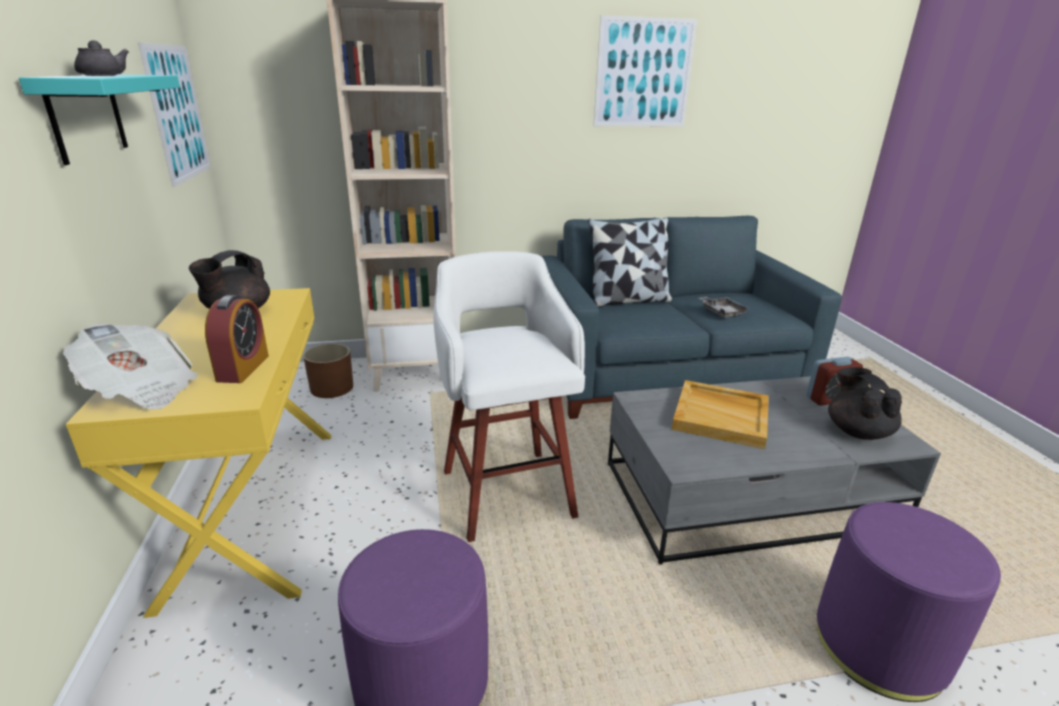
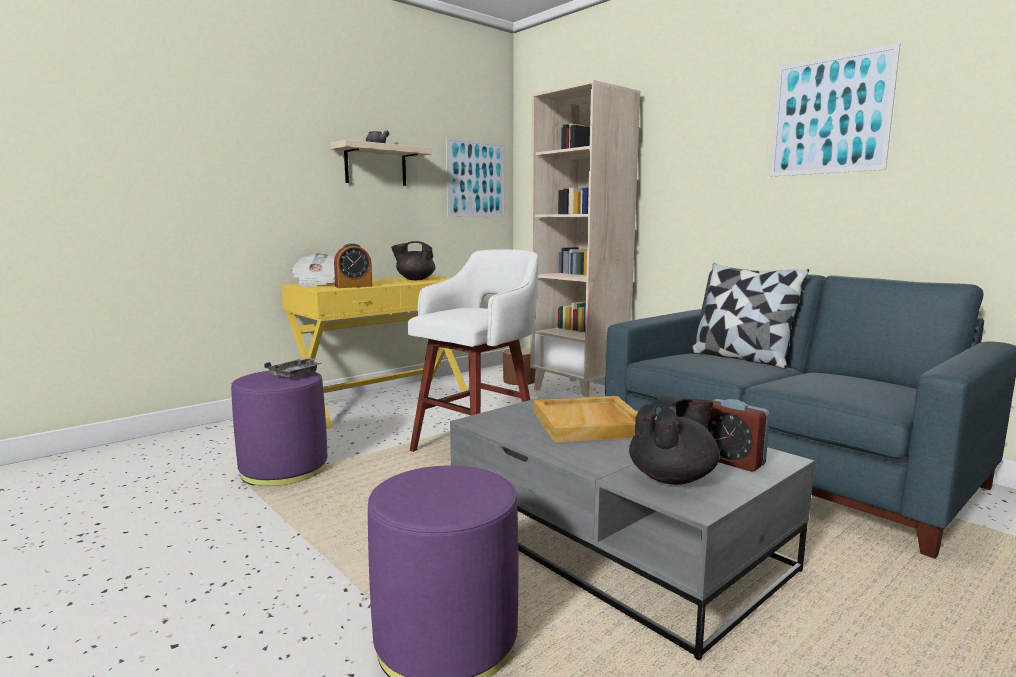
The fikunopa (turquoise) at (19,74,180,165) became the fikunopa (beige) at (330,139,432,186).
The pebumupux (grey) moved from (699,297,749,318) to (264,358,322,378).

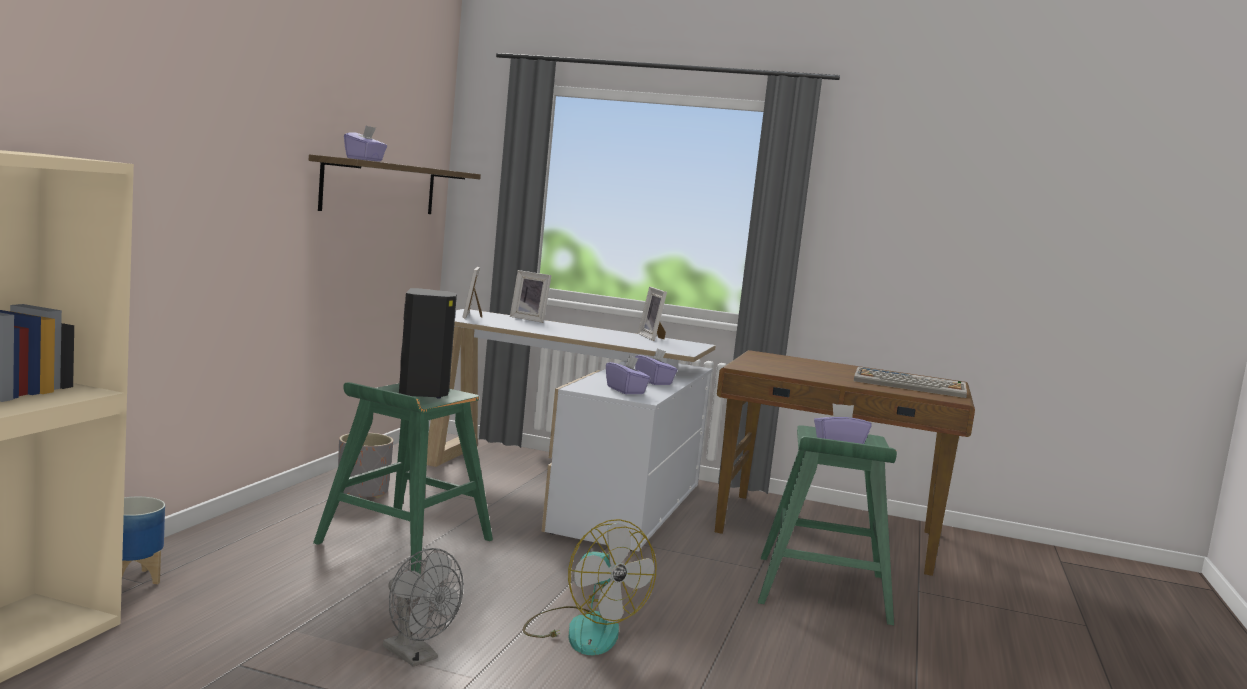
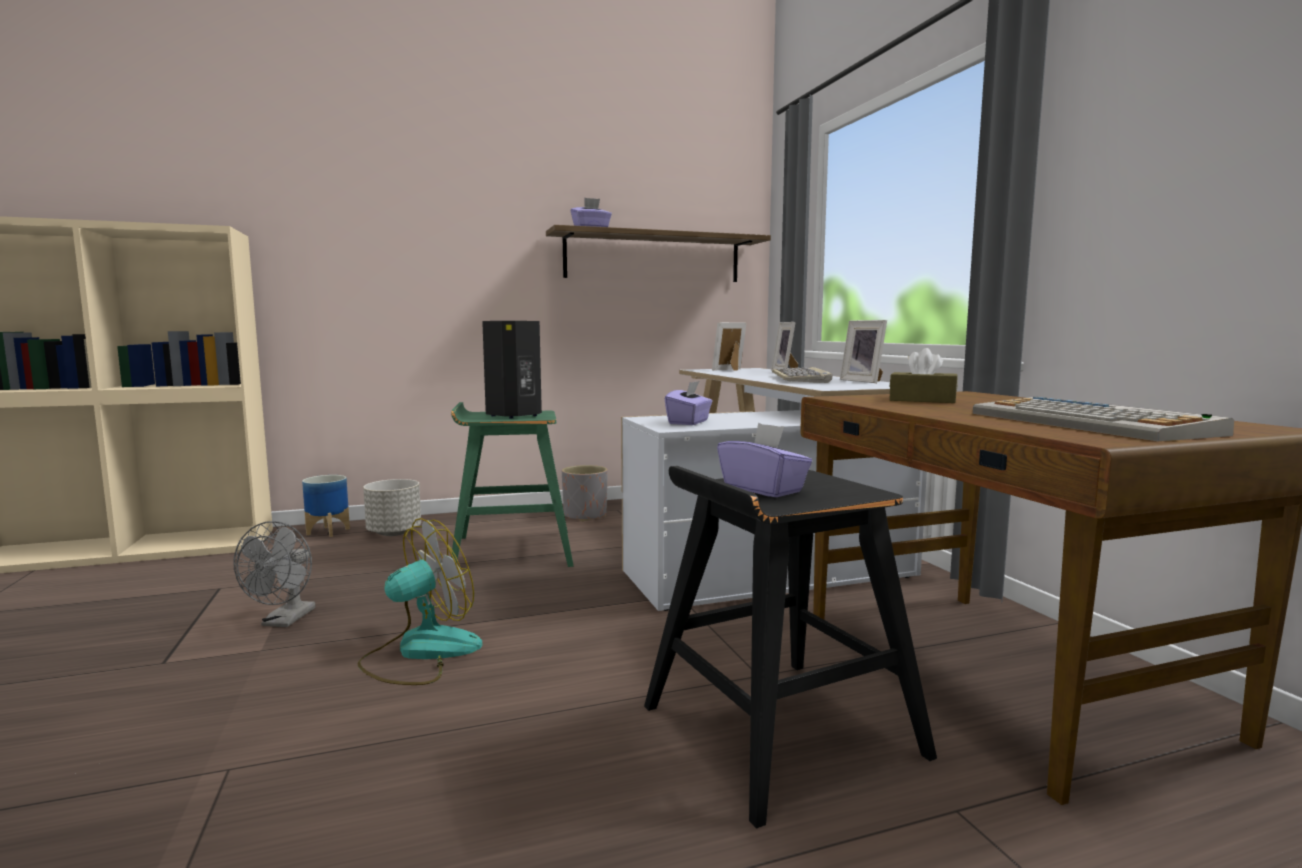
The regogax at (638,287,667,341) turned 60 degrees counterclockwise.
The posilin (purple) at (635,348,678,385) disappeared.
The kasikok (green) at (758,425,897,625) became the kasikok (black) at (644,466,937,829).
The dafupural at (523,519,656,655) turned 150 degrees counterclockwise.
The posilin (brown) at (889,348,958,403) appeared.
The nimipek at (772,367,832,383) appeared.
The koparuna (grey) at (363,479,421,536) appeared.

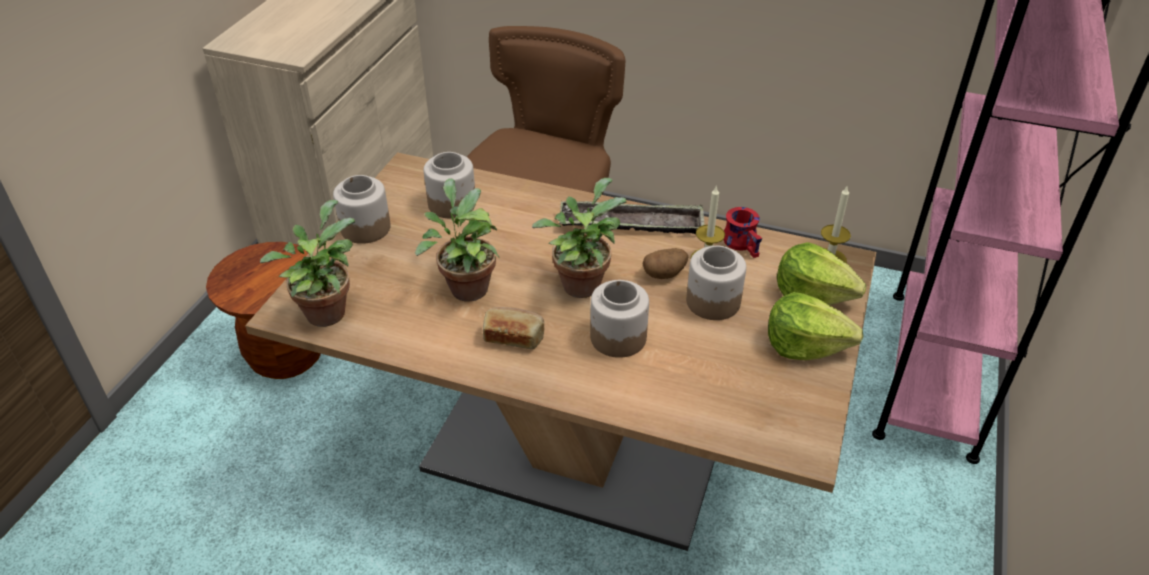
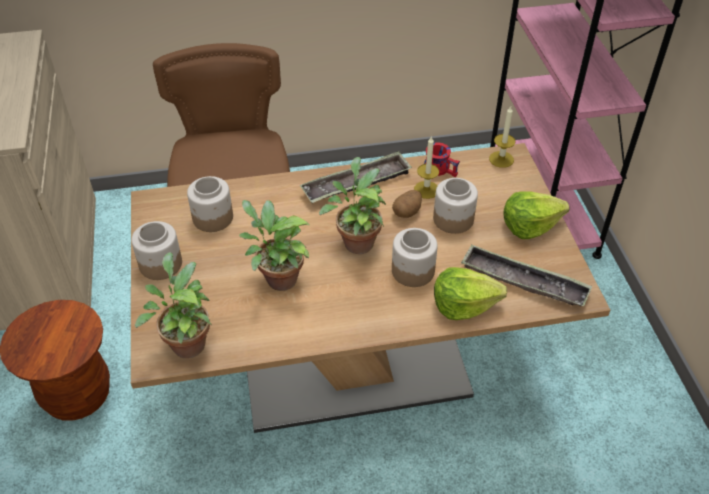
The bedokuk moved from (777,242,866,305) to (434,267,507,320).
The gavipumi at (483,307,544,350) disappeared.
The pebumupux at (461,244,592,306) appeared.

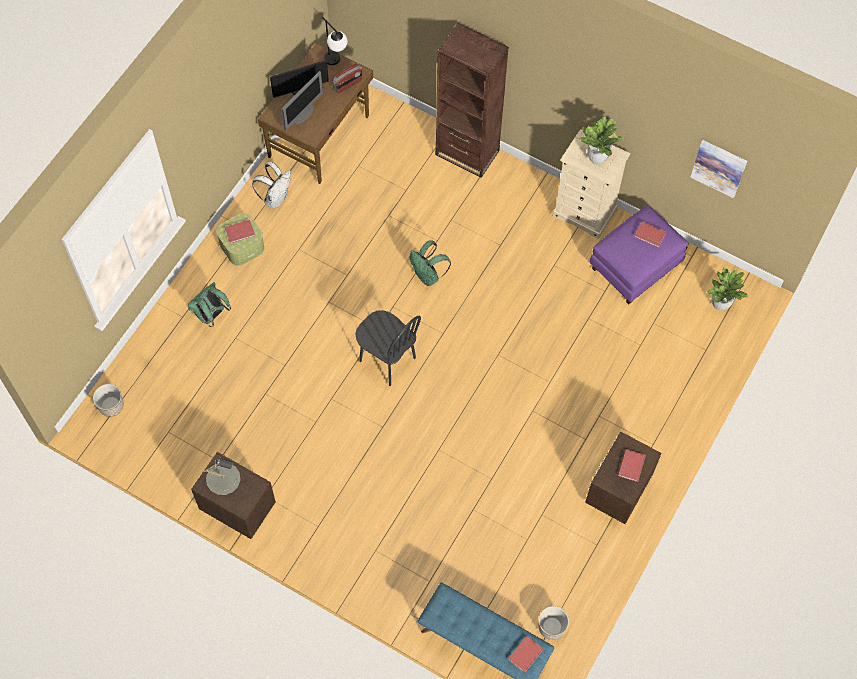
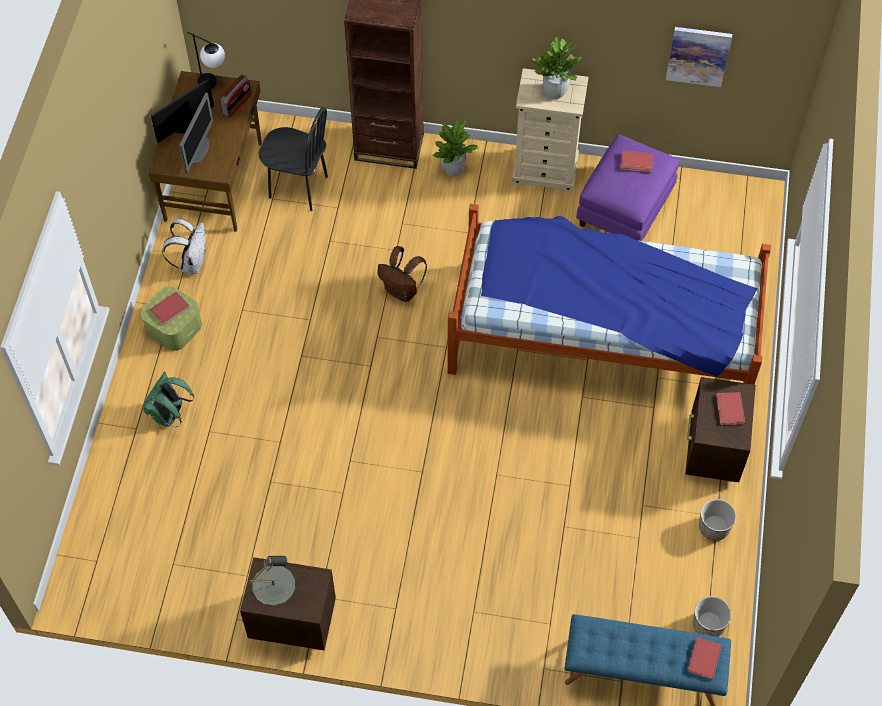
The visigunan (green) at (410,240,451,286) became the visigunan (brown) at (377,246,427,302).
The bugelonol moved from (706,267,748,311) to (433,121,479,177).
The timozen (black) moved from (355,311,421,386) to (258,106,328,211).
The koparuna moved from (93,384,124,417) to (699,499,736,541).
The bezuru at (447,204,771,385) appeared.

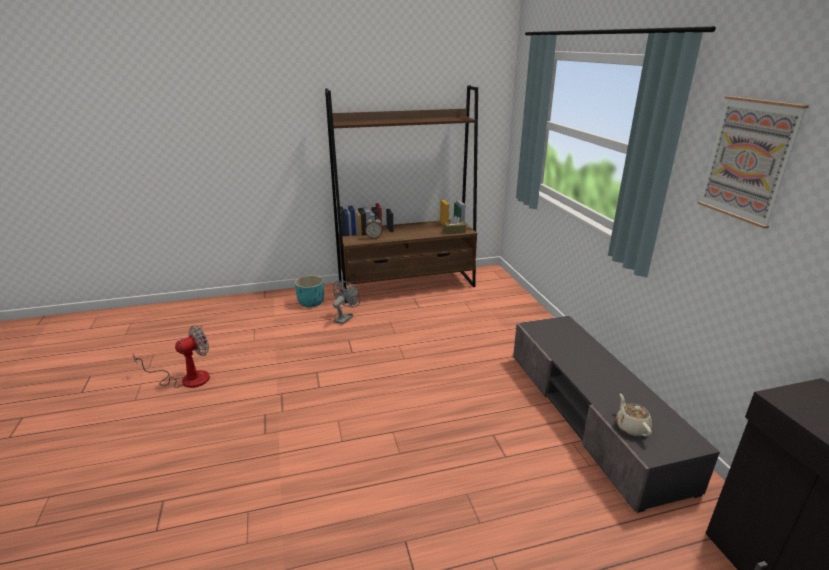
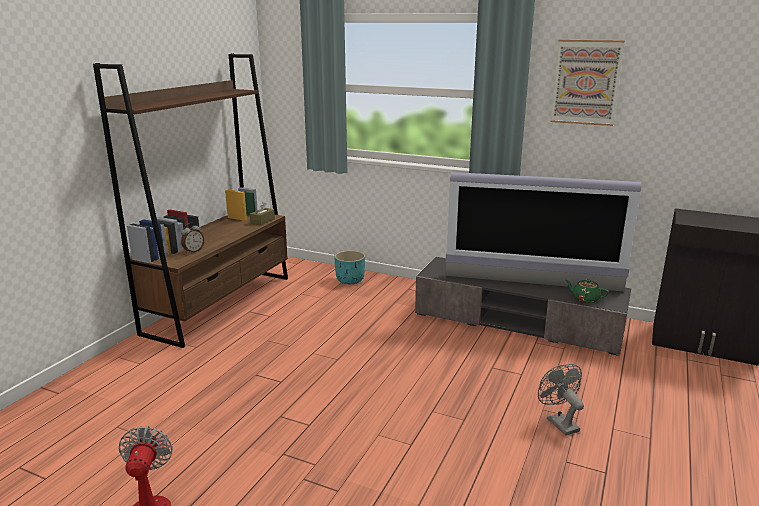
The koparuna (turquoise) moved from (295,275,324,307) to (334,250,365,284).
The dafupural (grey) moved from (333,280,360,325) to (538,364,584,436).
The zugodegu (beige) at (616,394,652,437) became the zugodegu (green) at (566,279,609,303).
The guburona at (446,172,641,291) appeared.

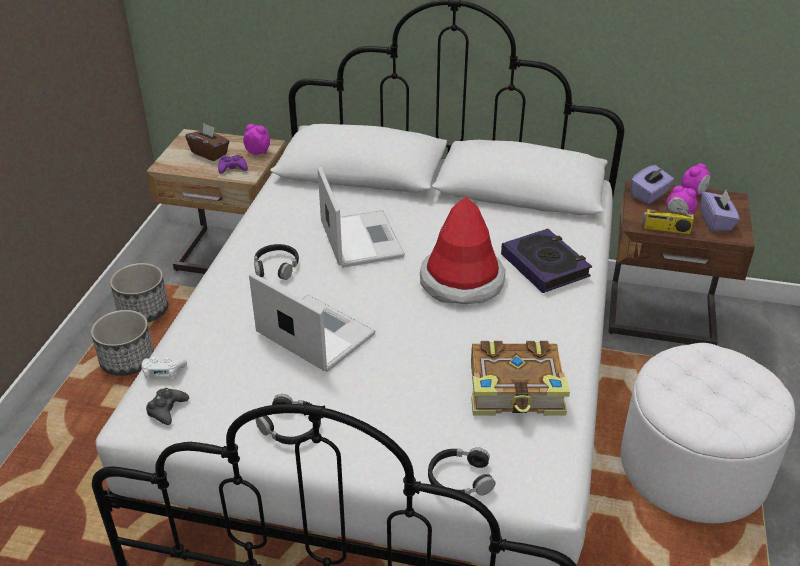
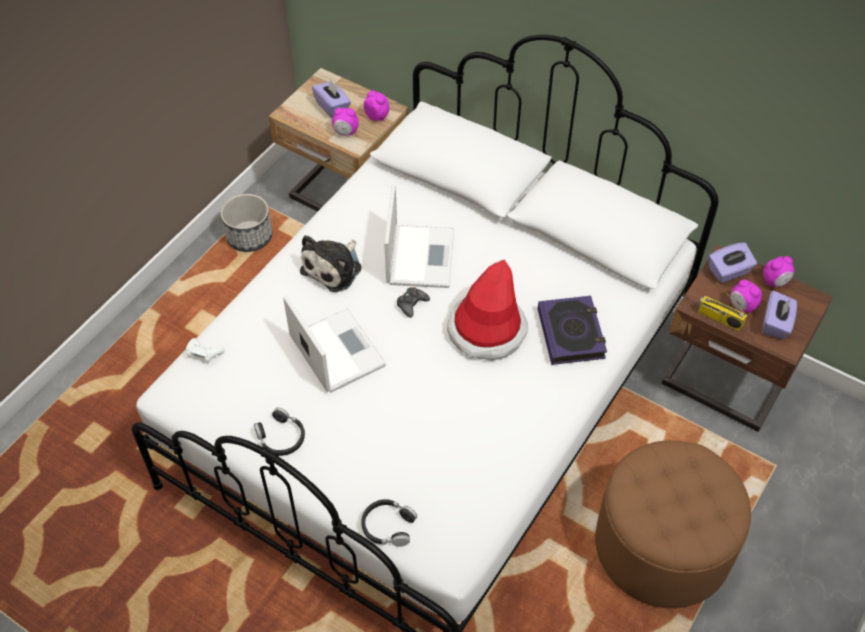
The posilin (brown) at (185,123,230,161) became the posilin (purple) at (312,79,351,118).
The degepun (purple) at (218,155,248,174) was replaced by the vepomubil at (332,108,359,136).
The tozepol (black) at (254,244,299,280) was replaced by the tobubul at (300,235,362,292).
The koparuna at (91,310,154,376) disappeared.
The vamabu at (471,341,570,415) disappeared.
The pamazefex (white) at (621,343,795,523) became the pamazefex (brown) at (595,440,751,608).
The degepun (black) moved from (146,388,189,425) to (397,287,430,318).

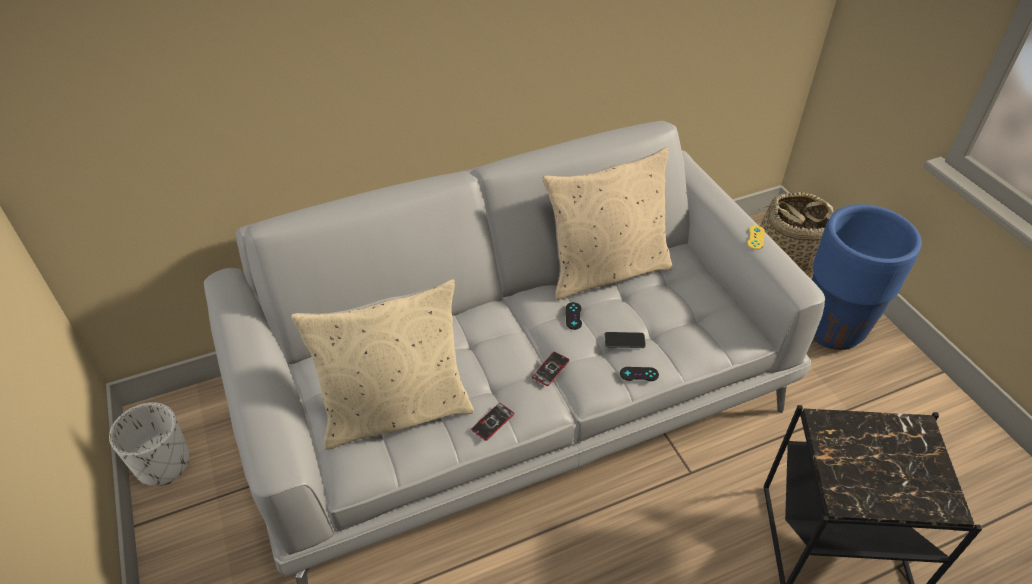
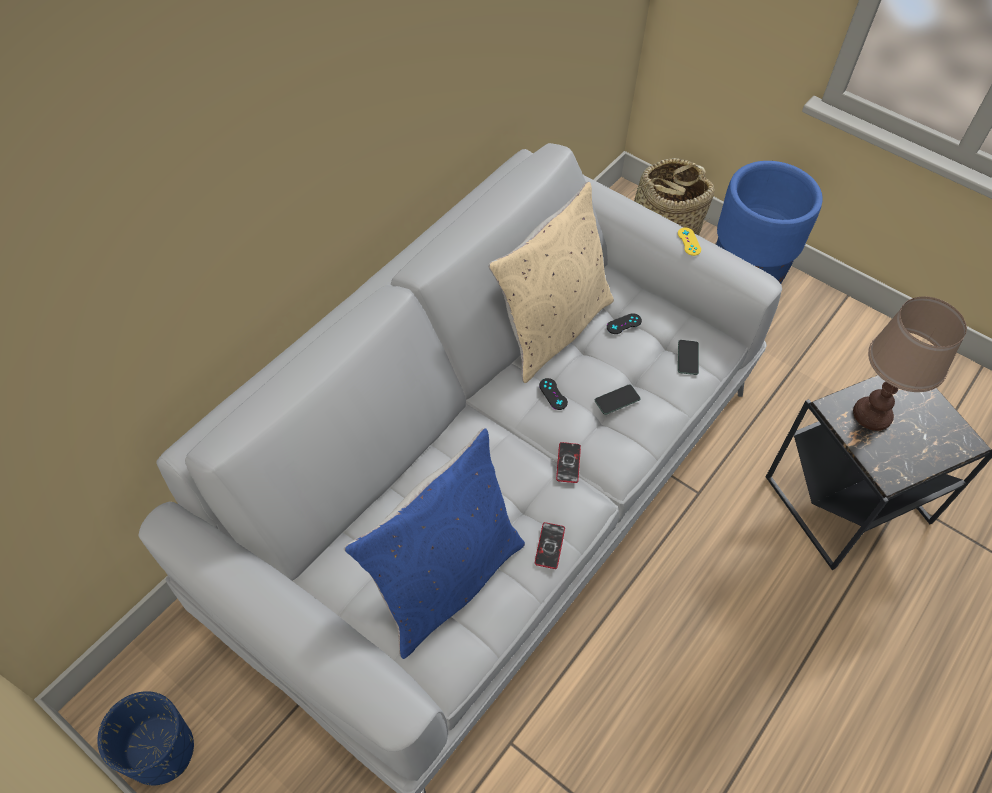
The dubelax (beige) at (291,279,474,450) became the dubelax (blue) at (344,428,525,659).
The degepun (black) moved from (620,367,659,381) to (607,313,642,334).
The koparuna (white) at (109,402,190,486) became the koparuna (blue) at (97,691,194,785).
The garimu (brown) at (853,296,967,431) appeared.
The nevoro at (678,340,699,375) appeared.

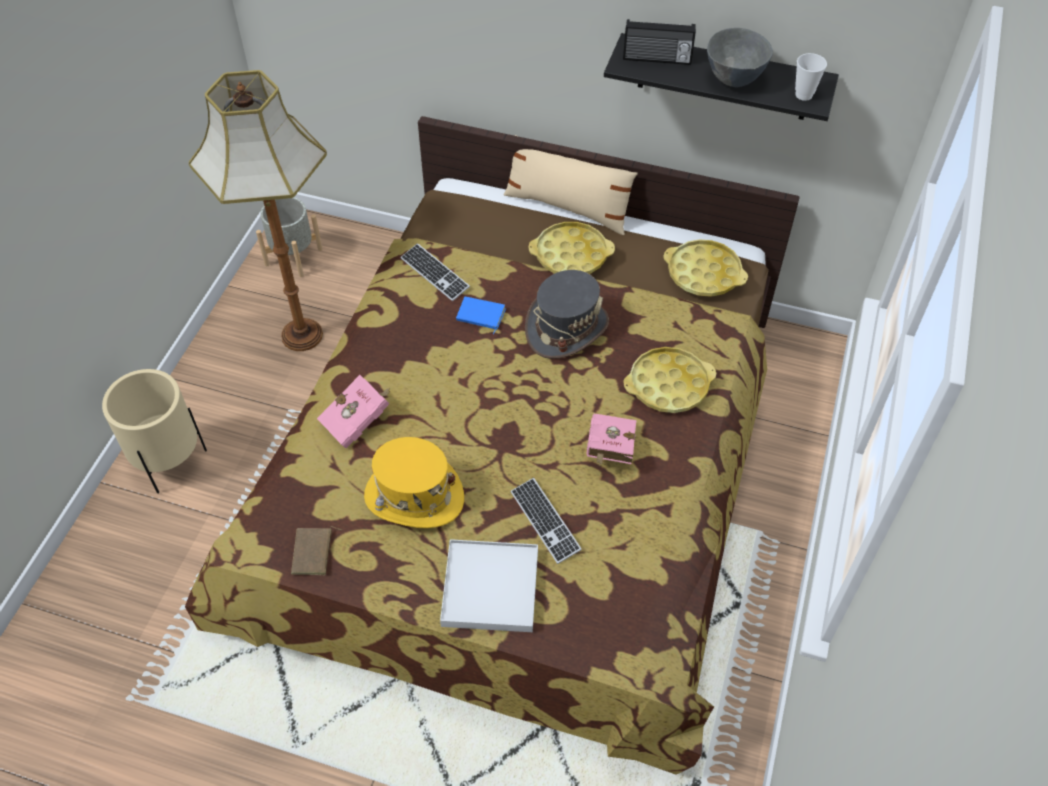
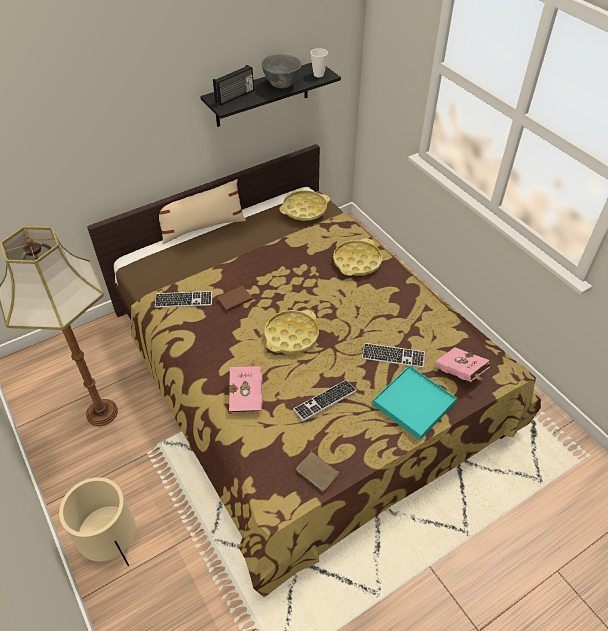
The koparuna (grey) at (256,197,323,277) disappeared.
The pebumupux (yellow) moved from (528,222,615,274) to (264,310,319,354).
The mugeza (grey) at (525,270,609,359) disappeared.
The vamabu (blue) at (456,297,506,335) became the vamabu (brown) at (217,286,255,311).
The vamabu (pink) moved from (586,413,636,466) to (435,347,490,382).
The mugeza (yellow) at (364,437,464,528) was replaced by the nimipek at (293,380,357,421).
The pebumupux (white) at (440,539,538,632) became the pebumupux (turquoise) at (372,365,457,440).

